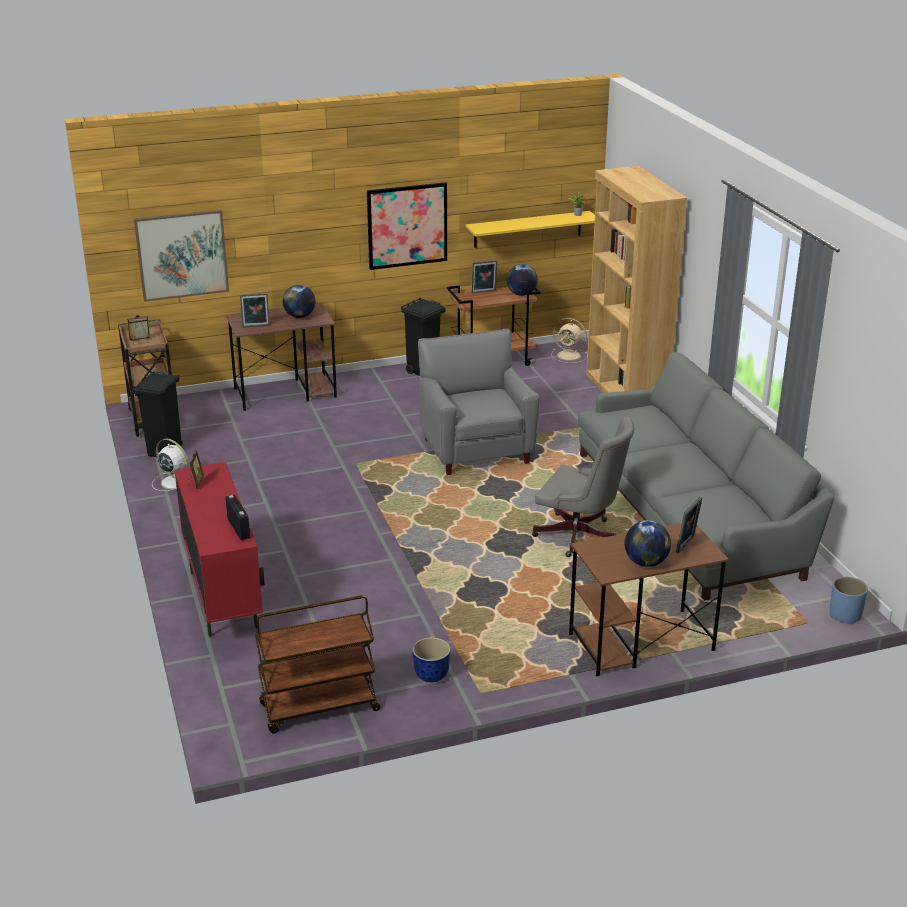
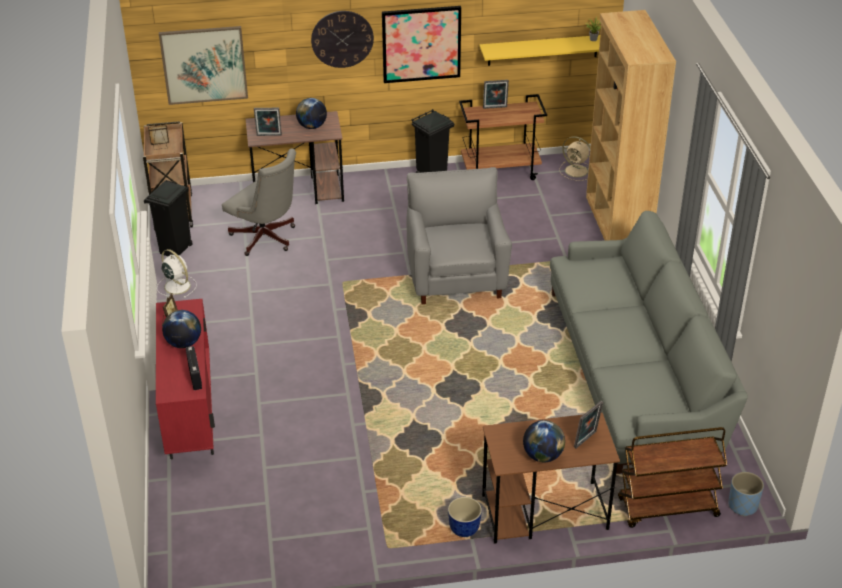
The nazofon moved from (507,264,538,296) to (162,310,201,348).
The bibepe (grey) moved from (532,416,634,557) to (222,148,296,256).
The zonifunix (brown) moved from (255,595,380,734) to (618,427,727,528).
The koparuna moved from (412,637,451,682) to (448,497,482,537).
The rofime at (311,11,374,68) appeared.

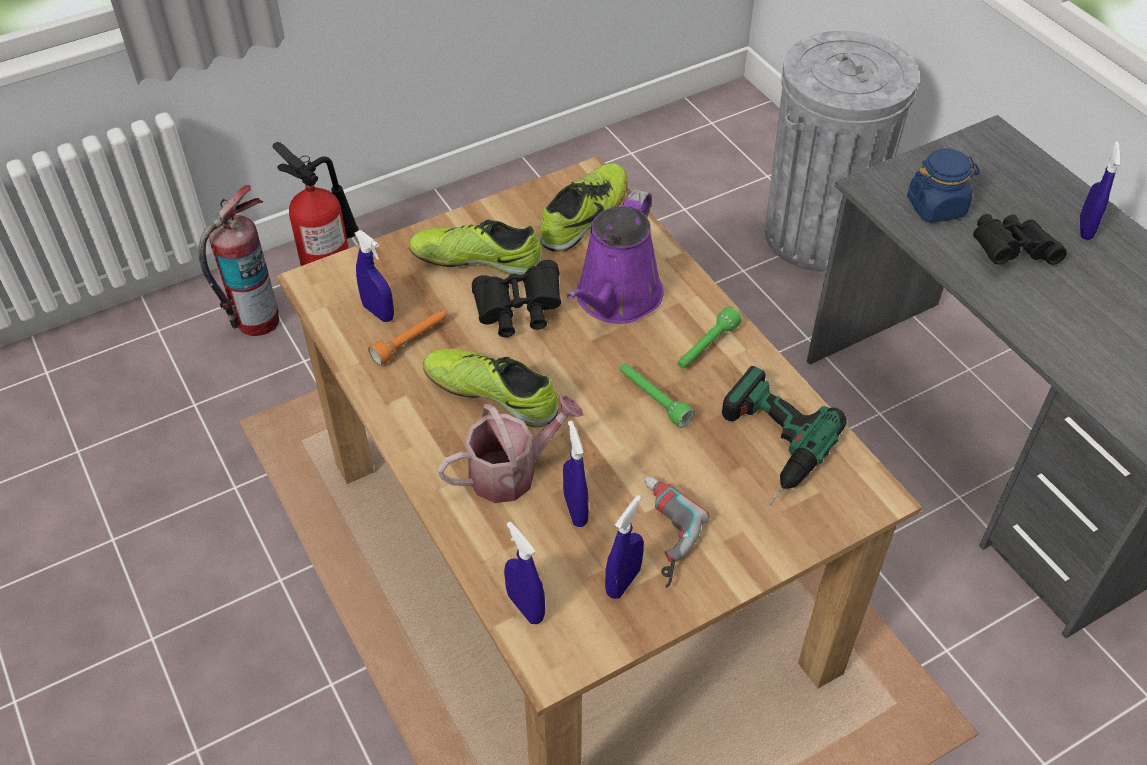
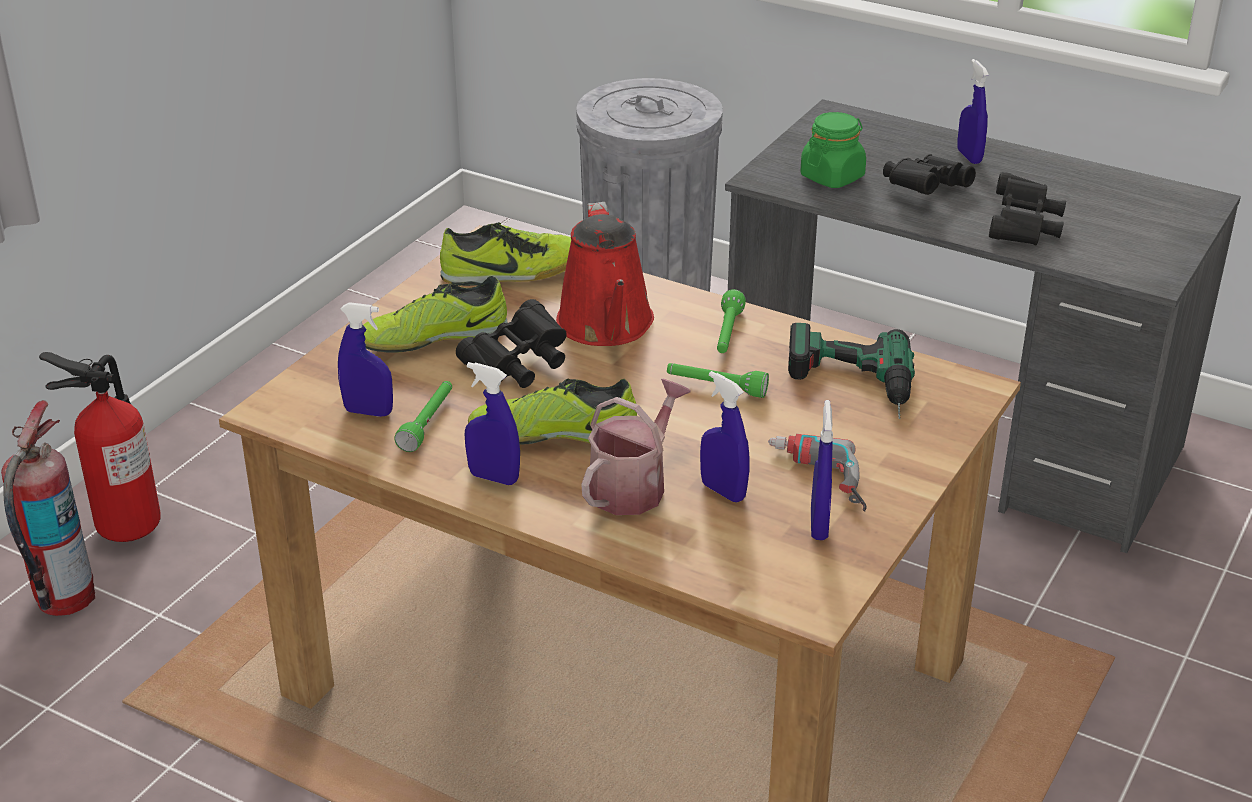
The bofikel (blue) at (907,148,980,223) became the bofikel (green) at (800,112,866,188).
The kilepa at (540,163,627,252) turned 75 degrees clockwise.
The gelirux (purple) at (567,189,664,324) became the gelirux (red) at (556,202,654,346).
The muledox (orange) at (368,310,448,365) became the muledox (green) at (394,381,452,452).
The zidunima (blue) moved from (504,521,545,624) to (465,362,520,485).
The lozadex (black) at (989,172,1066,245) appeared.

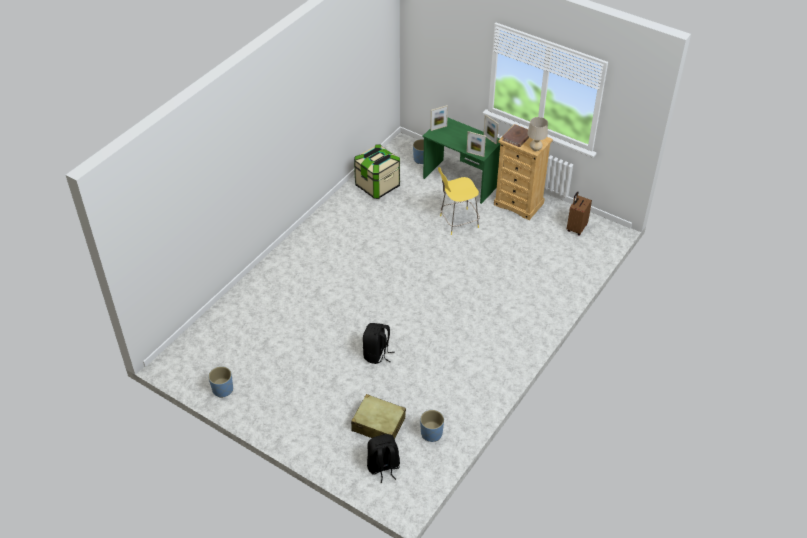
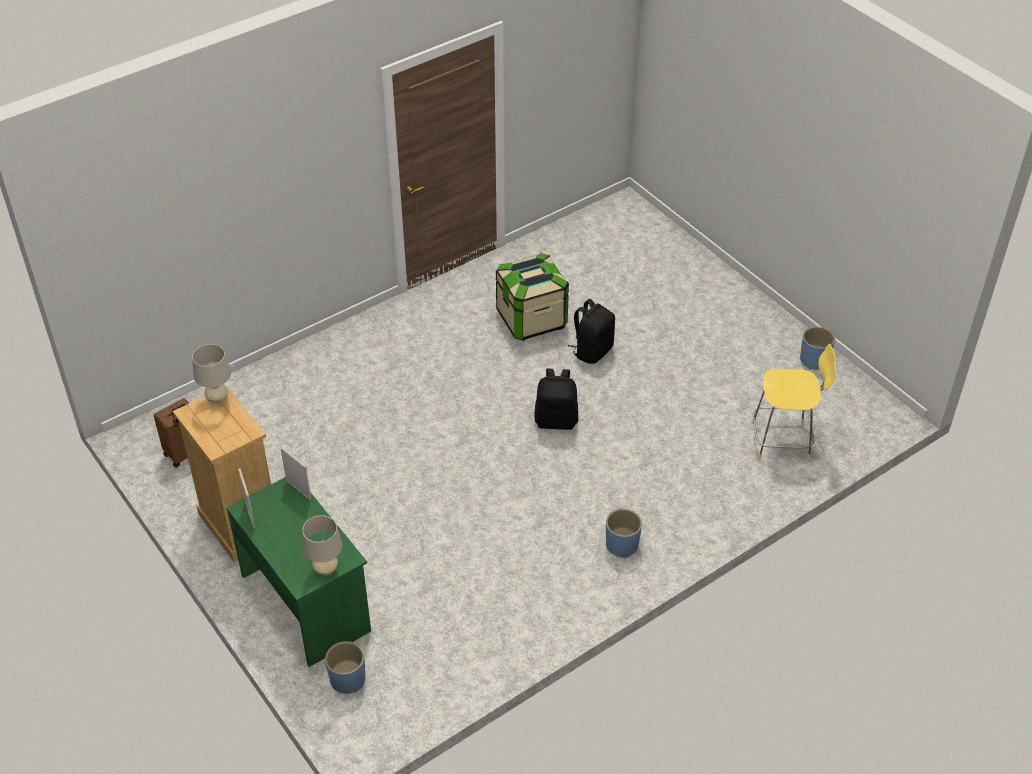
The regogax at (430,105,448,131) was replaced by the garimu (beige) at (302,515,342,575).
The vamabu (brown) at (502,124,529,147) disappeared.
The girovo moved from (354,145,400,199) to (496,253,569,341).
The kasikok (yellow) moved from (438,167,480,235) to (752,344,836,460).
The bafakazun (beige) at (351,394,406,439) disappeared.
The koparuna (blue) moved from (420,410,444,442) to (606,509,642,558).
The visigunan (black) moved from (367,434,400,483) to (534,368,578,430).

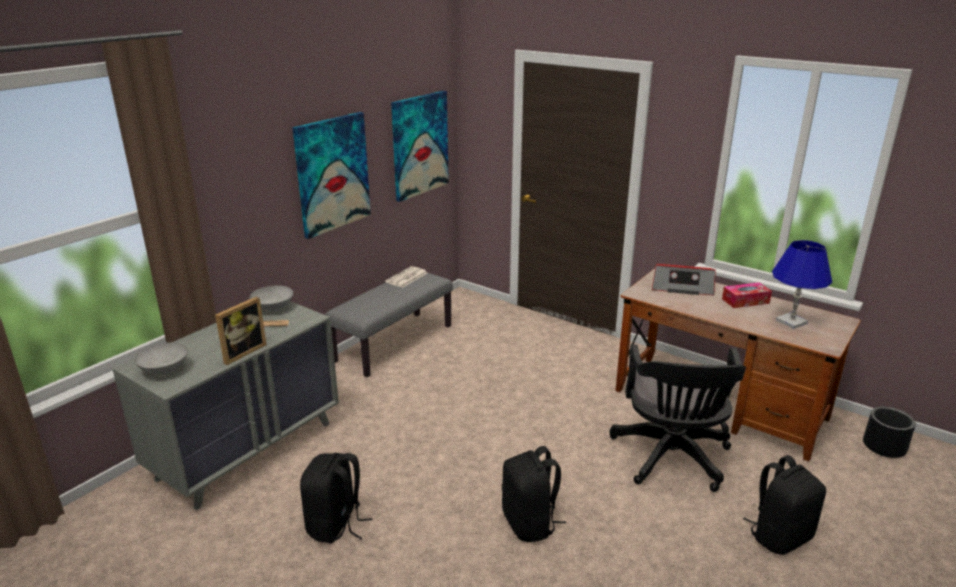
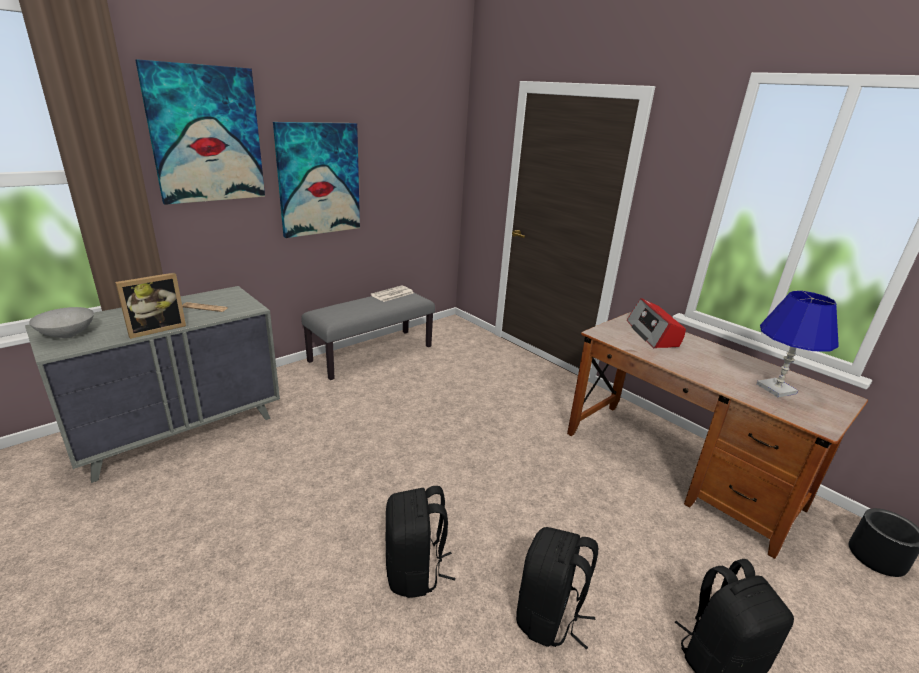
The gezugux moved from (391,91,449,202) to (135,59,265,205).
The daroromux at (652,264,716,295) turned 60 degrees clockwise.
The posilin at (722,282,772,308) disappeared.
The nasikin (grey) at (250,286,293,312) disappeared.
The bibepe (black) at (609,344,746,492) disappeared.
The visigunan (black) moved from (300,453,372,543) to (516,527,598,650).

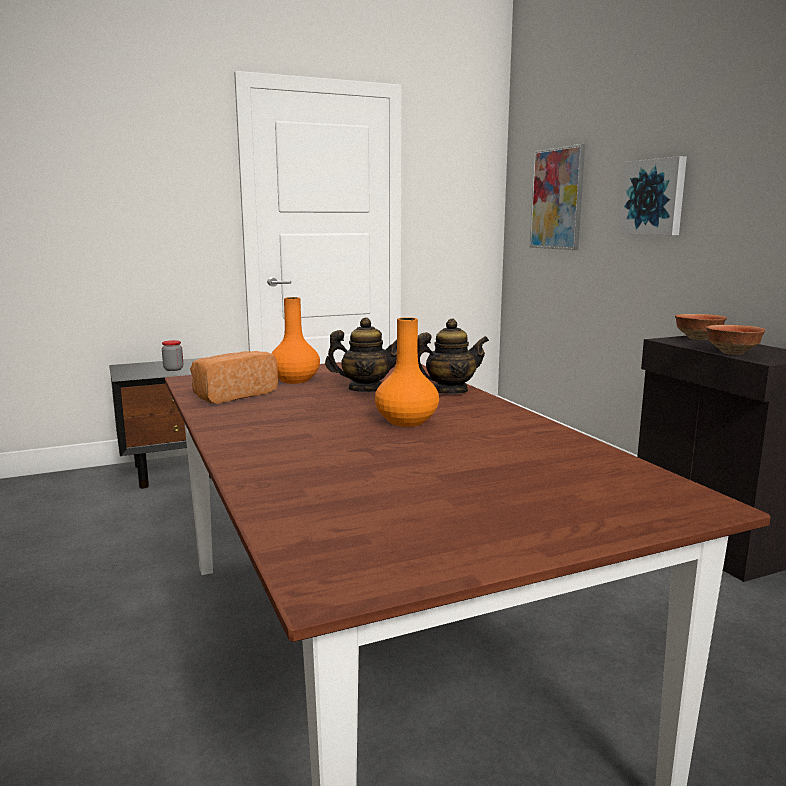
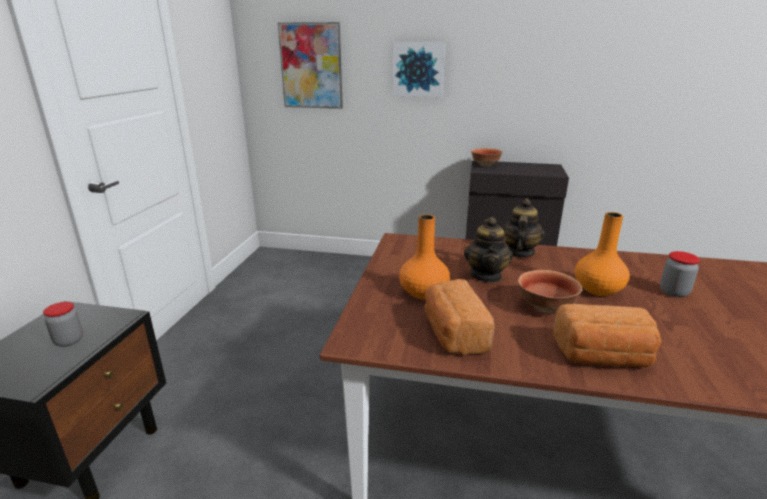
The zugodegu at (325,317,397,392) turned 150 degrees clockwise.
The nasikin moved from (706,325,766,355) to (518,270,583,313).
The bofikel at (660,251,700,297) appeared.
The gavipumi at (553,304,662,367) appeared.

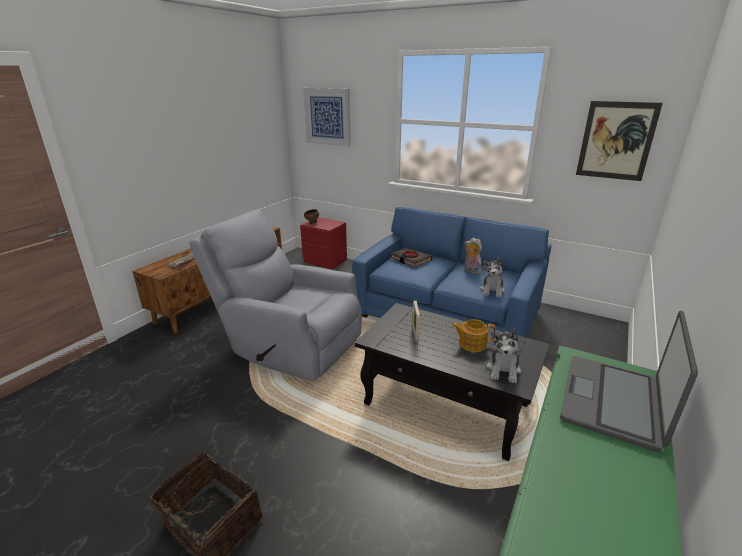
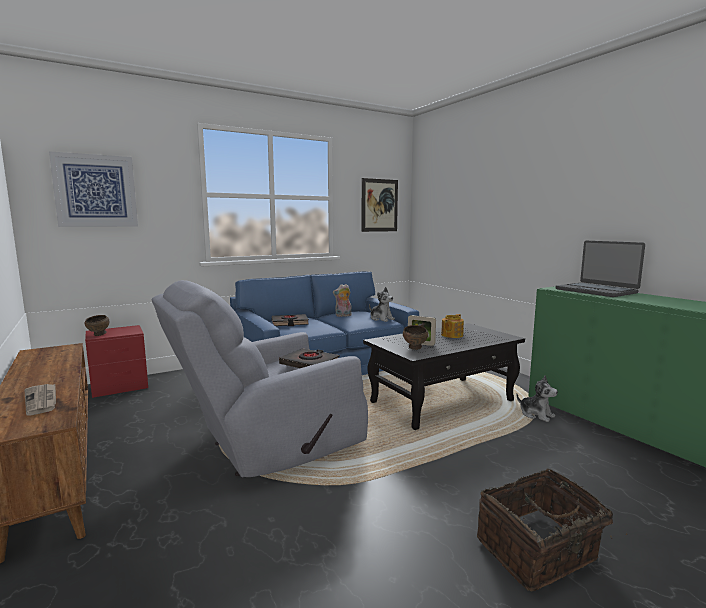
The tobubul moved from (486,328,521,383) to (516,376,558,422).
The nasikin (brown) at (403,325,428,350) appeared.
The vamabu (black) at (279,348,340,368) appeared.

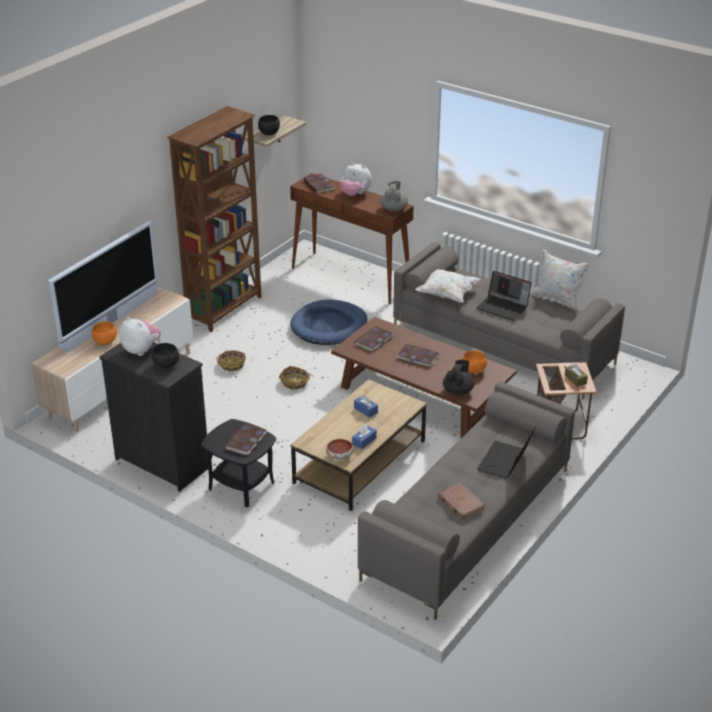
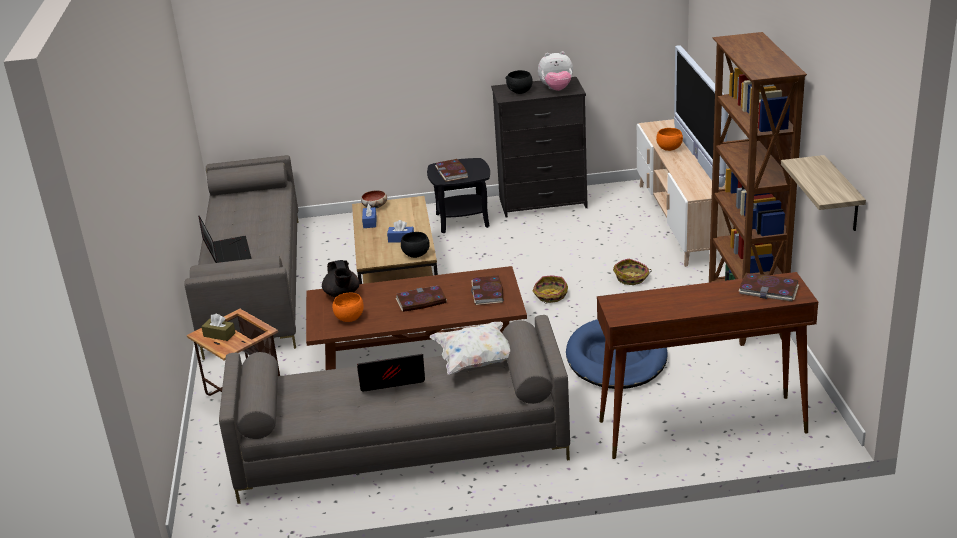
The nasikin (black) moved from (258,115,280,135) to (401,232,429,258).
The tobubul at (341,163,372,196) disappeared.
The zugodegu (grey) at (381,181,408,211) disappeared.
The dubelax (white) at (531,249,590,311) disappeared.
The vamabu (brown) at (437,483,485,520) disappeared.

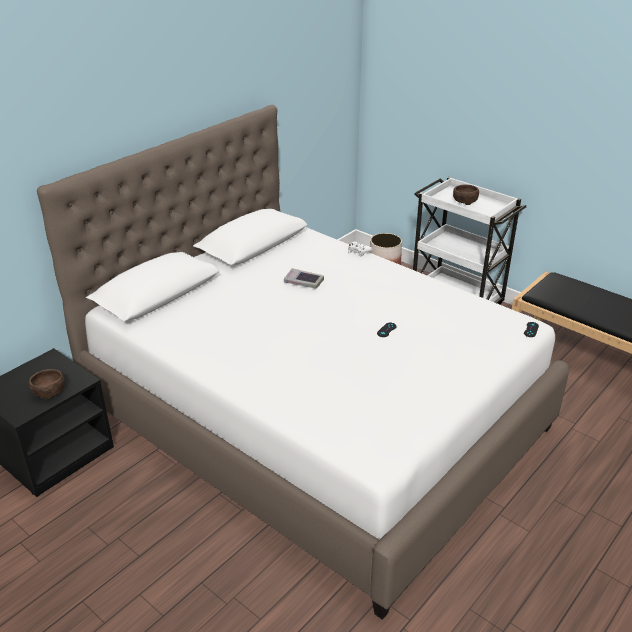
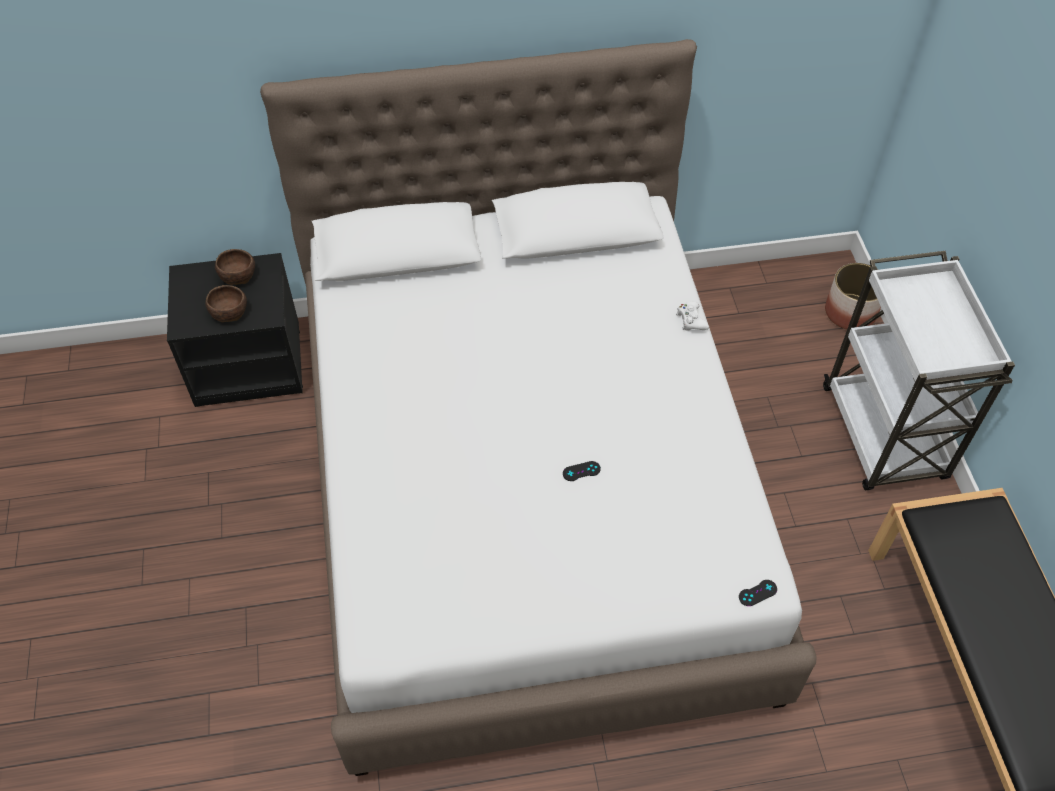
The nasikin (brown) moved from (453,184,479,205) to (215,249,255,285).
The vamabu at (284,268,324,289) disappeared.

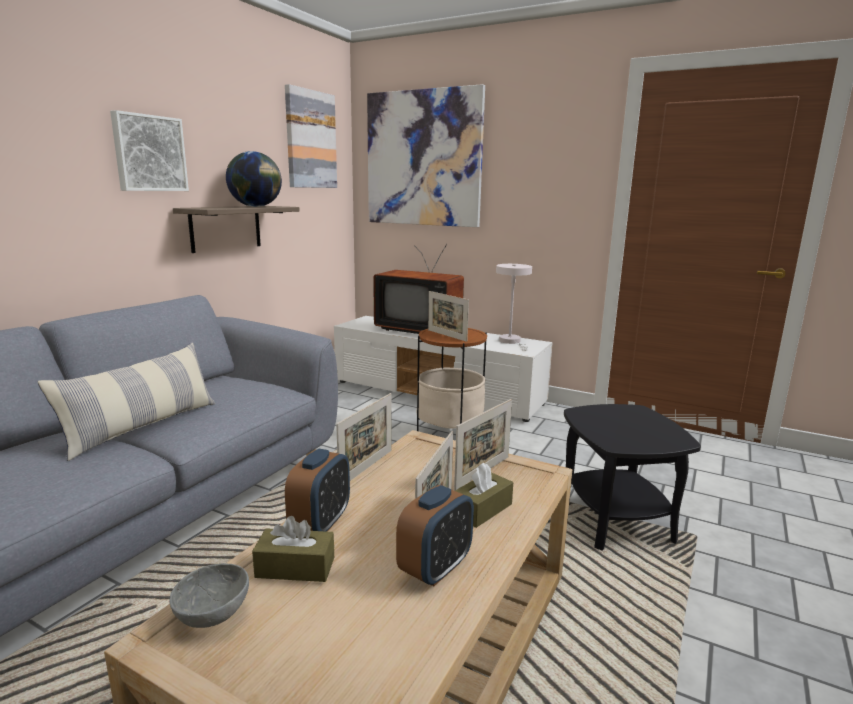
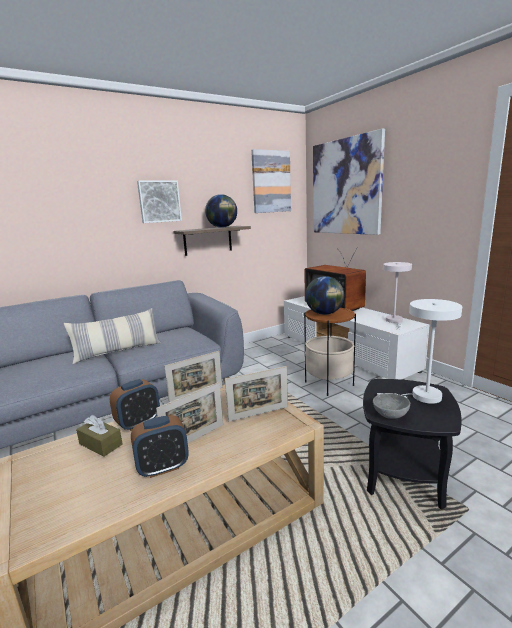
The regogax at (428,291,469,342) was replaced by the nazofon at (305,276,344,315).
The posilin (brown) at (455,462,513,528) disappeared.
The nasikin (grey) moved from (170,563,249,628) to (373,393,410,419).
The garimu (white) at (377,299,462,404) appeared.

